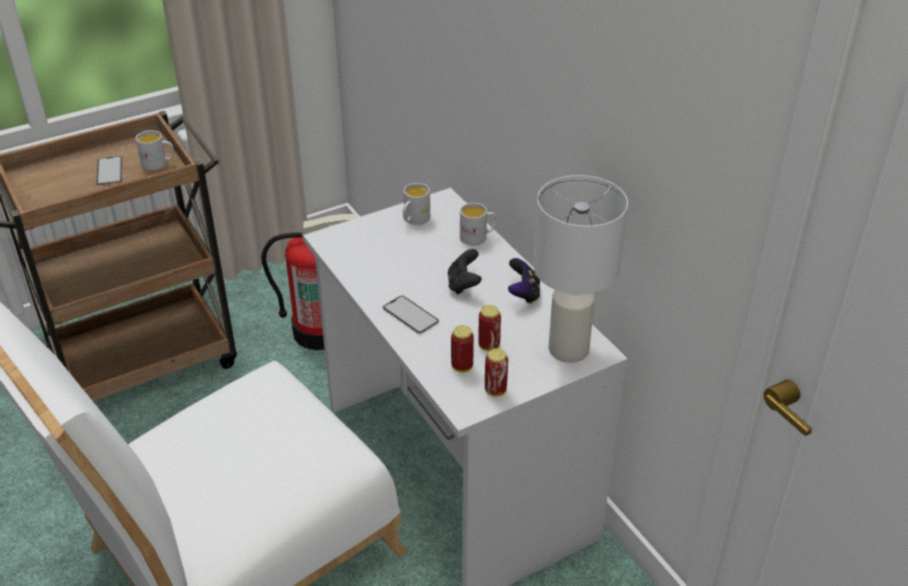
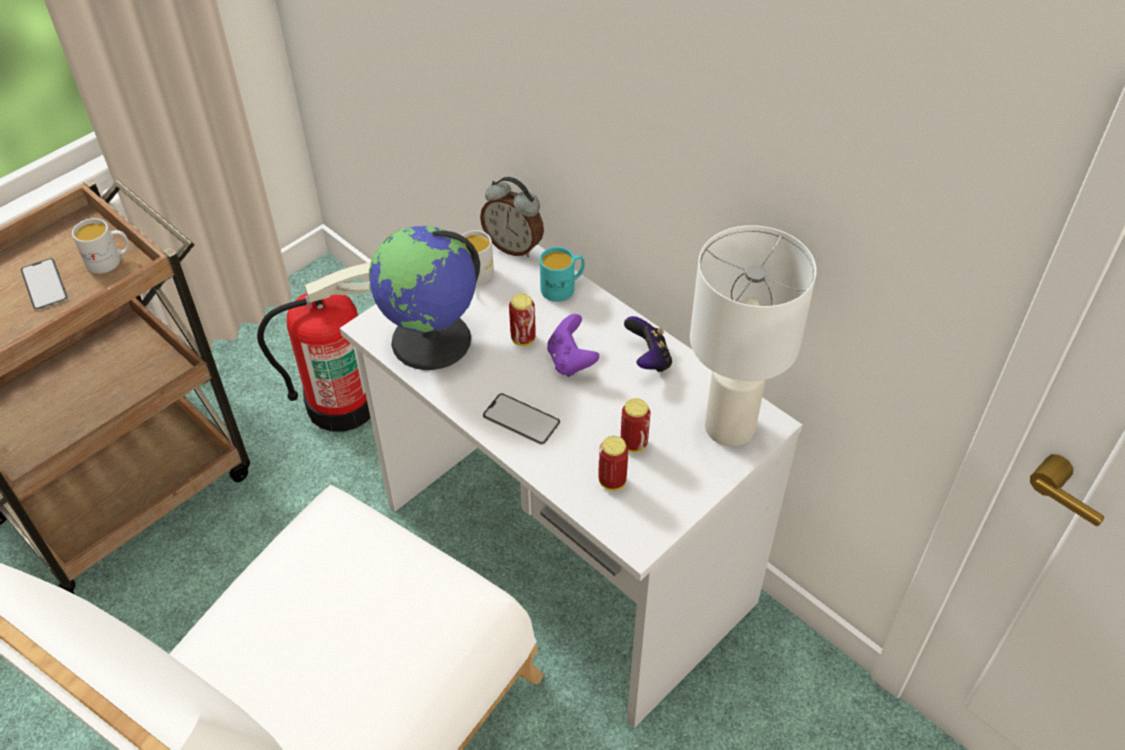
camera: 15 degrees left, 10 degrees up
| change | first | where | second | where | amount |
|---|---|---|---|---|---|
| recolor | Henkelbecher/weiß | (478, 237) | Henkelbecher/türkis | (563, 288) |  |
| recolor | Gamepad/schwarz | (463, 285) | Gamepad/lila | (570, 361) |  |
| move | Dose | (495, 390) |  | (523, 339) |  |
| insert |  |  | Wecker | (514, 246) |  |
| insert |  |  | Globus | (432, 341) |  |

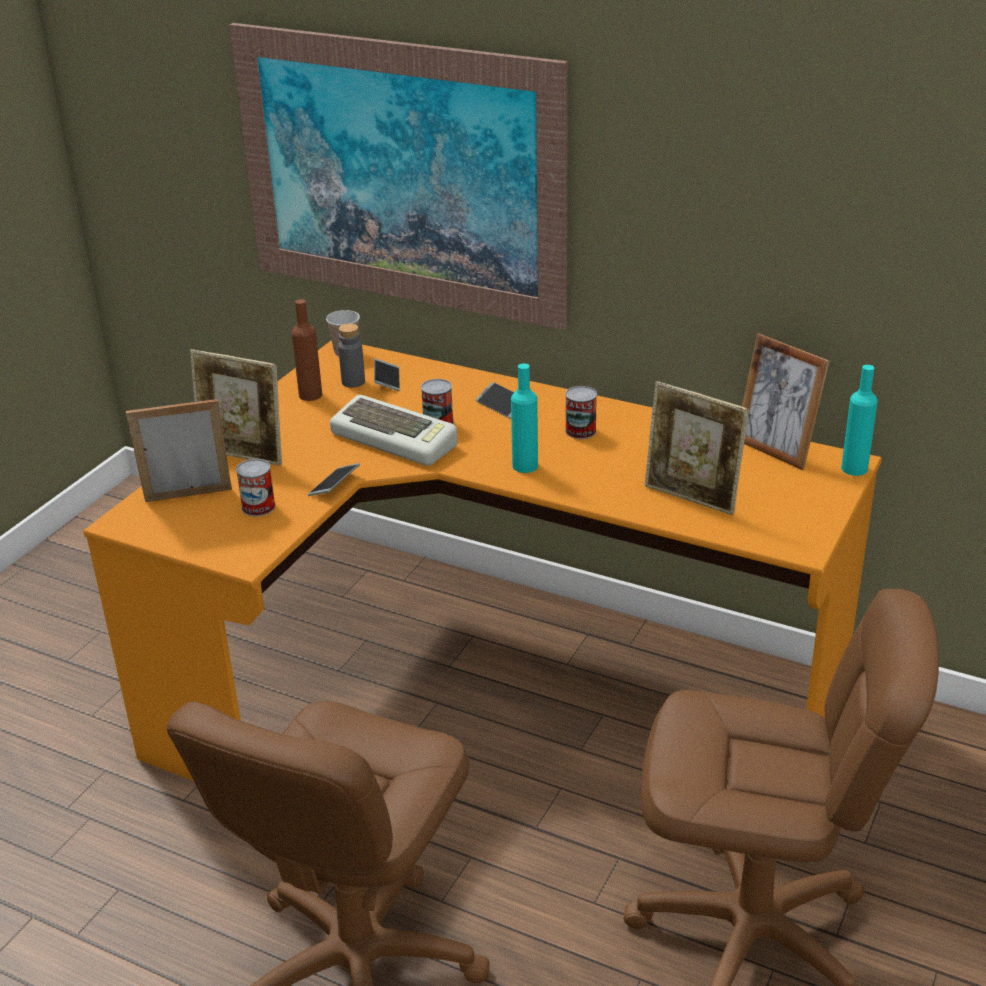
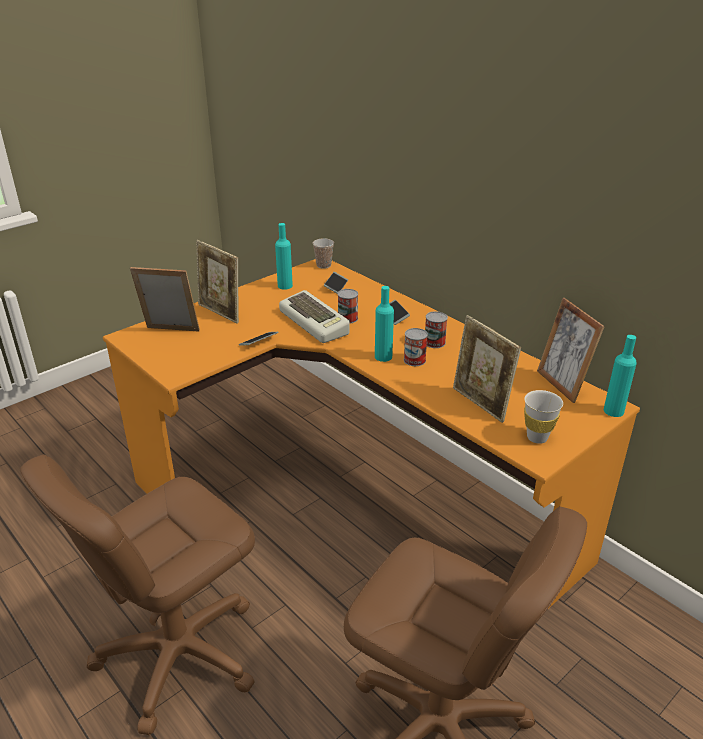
camera: 20 degrees right, 0 degrees up
| change | first | where | second | where | amount |
|---|---|---|---|---|---|
| delete | Bild | (400, 175) |  |  |  |
| recolor | Flasche/braun | (310, 395) | Flasche/türkis | (285, 286) |  |
| delete | Flasche/grau | (353, 382) |  |  |  |
| move | Dose | (258, 507) |  | (414, 360) |  |
| insert |  |  | Tasse/weiß | (537, 437) |  |

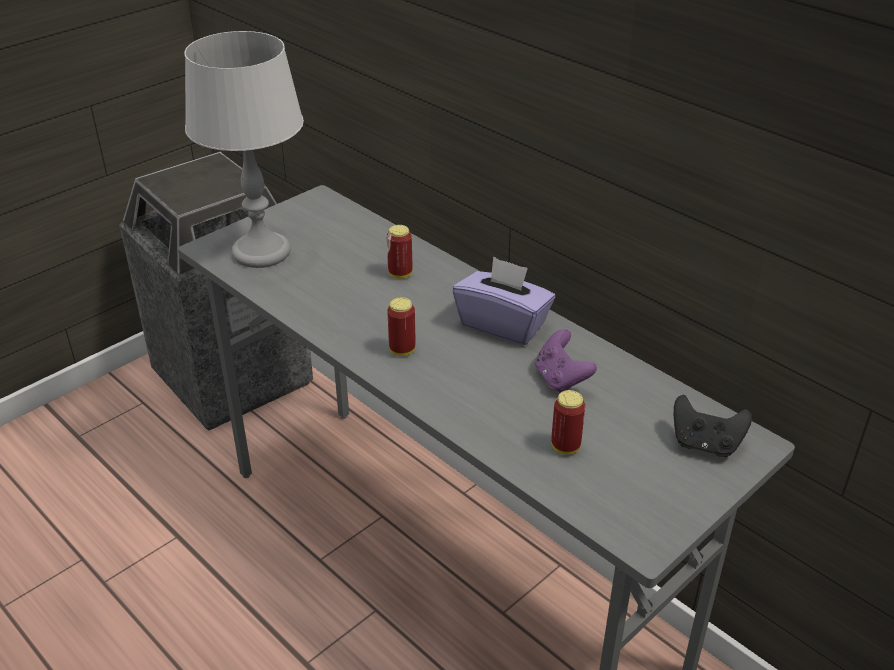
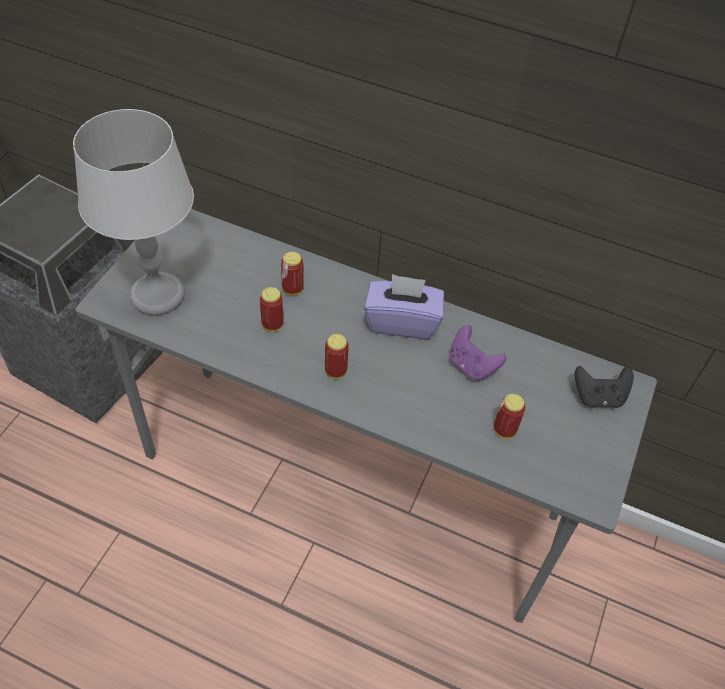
camera: 25 degrees left, 15 degrees up
| change | first | where | second | where | amount |
|---|---|---|---|---|---|
| insert |  |  | Dose | (272, 325) |  |

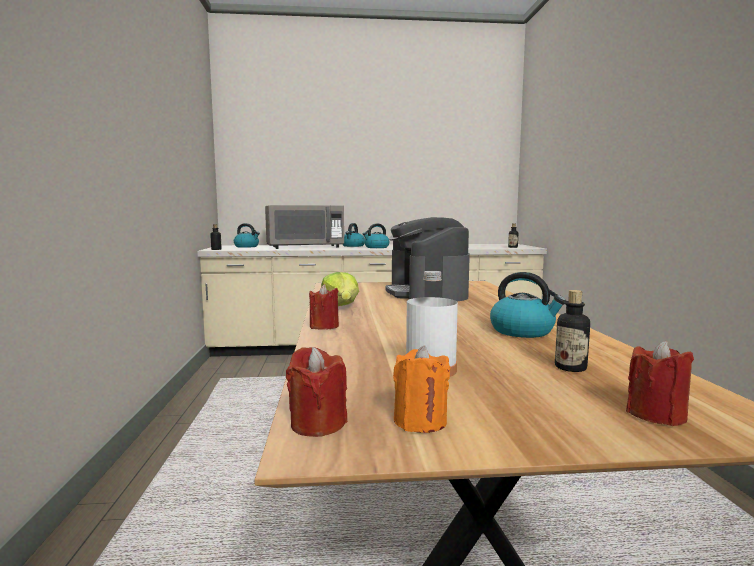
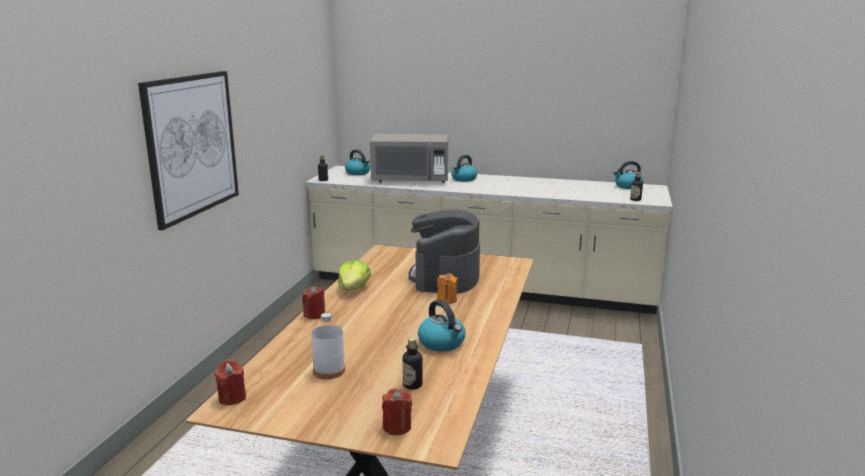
camera: 20 degrees right, 10 degrees up
| change | first | where | second | where | amount |
|---|---|---|---|---|---|
| move | Wasserkessel | (376, 247) |  | (628, 186) |  |
| move | Kerze/orange | (420, 421) |  | (447, 300) |  |
| insert |  |  | Bild | (192, 145) |  |

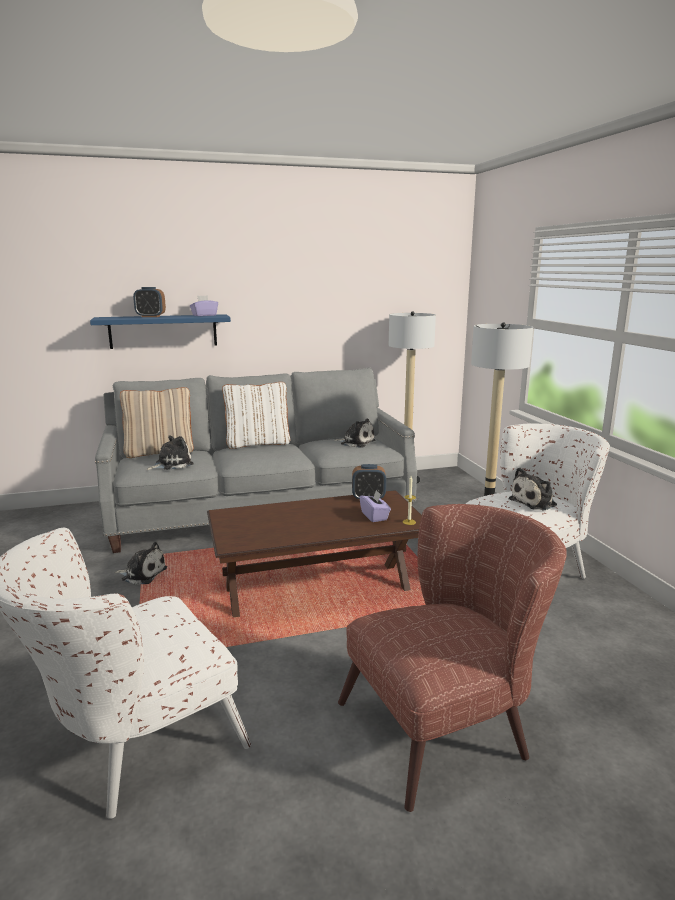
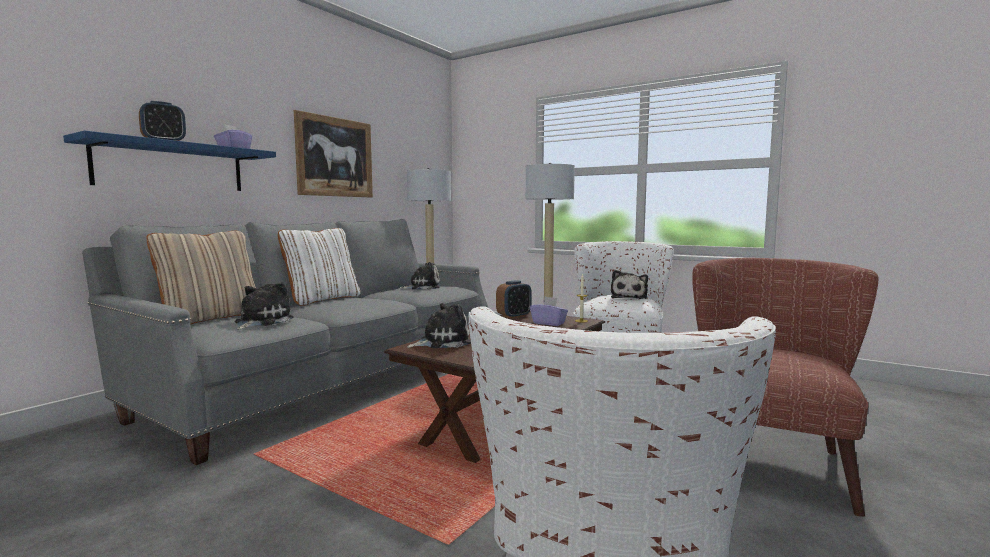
camera: 40 degrees left, 10 degrees down
| change | first | where | second | where | amount |
|---|---|---|---|---|---|
| move | Plüschtier | (142, 574) |  | (442, 342) |  |
| insert |  |  | Bild | (335, 157) |  |

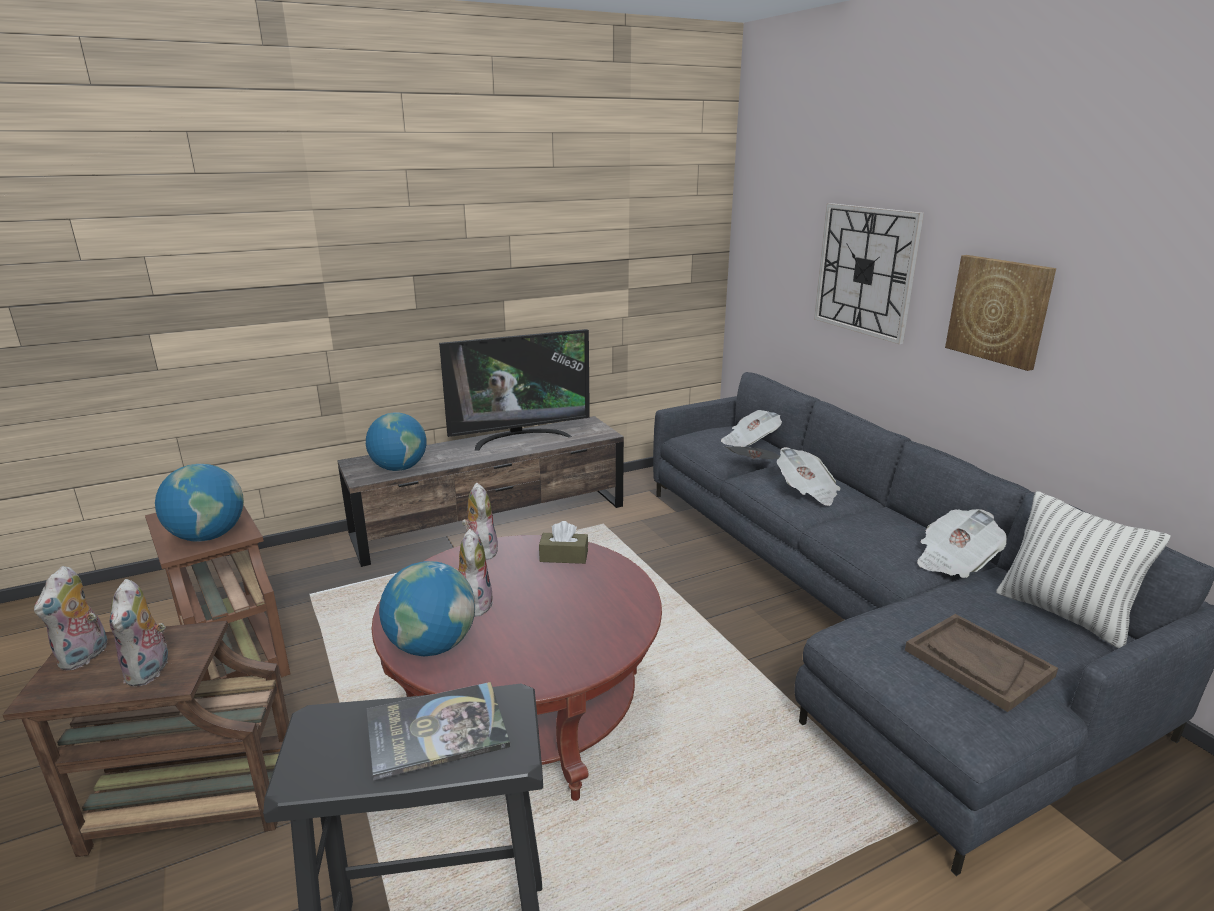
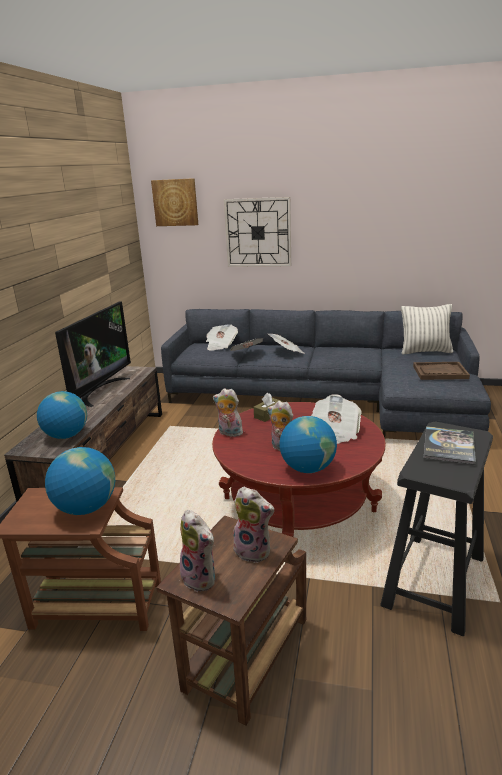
camera: 50 degrees left, 0 degrees up
| change | first | where | second | where | amount |
|---|---|---|---|---|---|
| move | Bild | (999, 310) |  | (175, 202) |  |
| move | Zeitung | (954, 561) |  | (335, 433) |  |

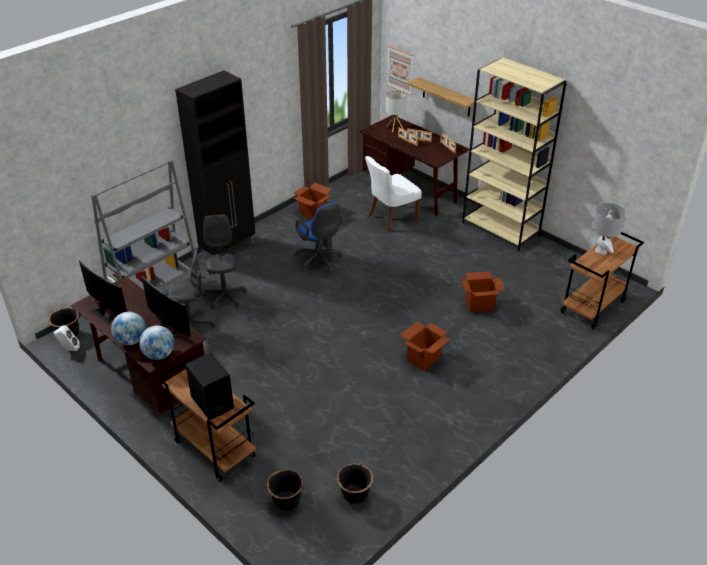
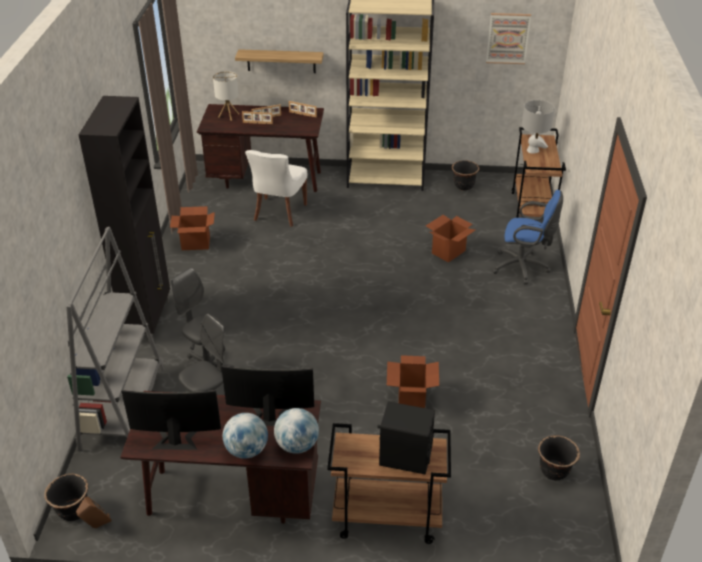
camera: 40 degrees left, 0 degrees up
| change | first | where | second | where | amount |
|---|---|---|---|---|---|
| move | Bild | (400, 70) |  | (508, 38) |  |
| move | Bürostuhl/blau | (319, 261) |  | (523, 267) |  |
| move | Karton | (423, 358) |  | (411, 399) |  |
| recolor | Lautsprecher/weiß | (69, 349) | Lautsprecher/braun | (96, 526) |  |
| move | Pflanzkübel/schwarz | (286, 502) |  | (463, 186) |  |

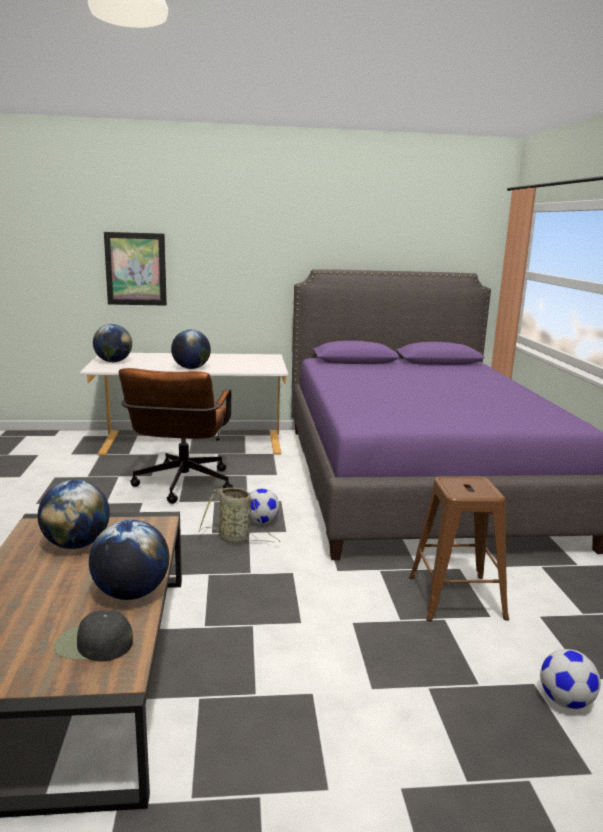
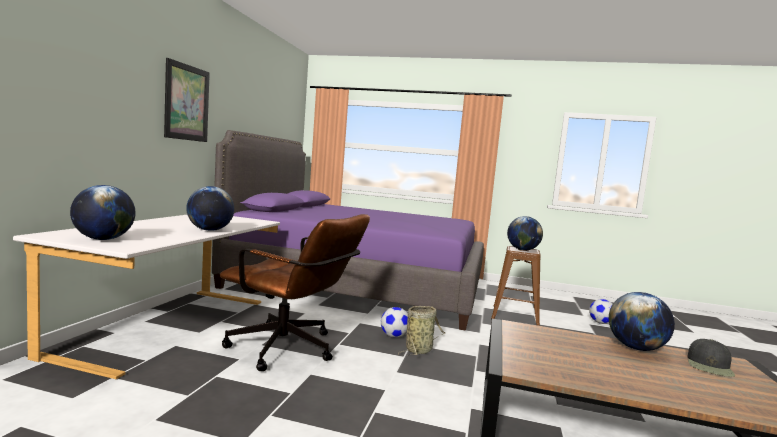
camera: 70 degrees left, 10 degrees down
| change | first | where | second | where | amount |
|---|---|---|---|---|---|
| move | Bild | (136, 269) |  | (187, 103) |  |
| move | Globus | (76, 544) |  | (522, 250) |  |

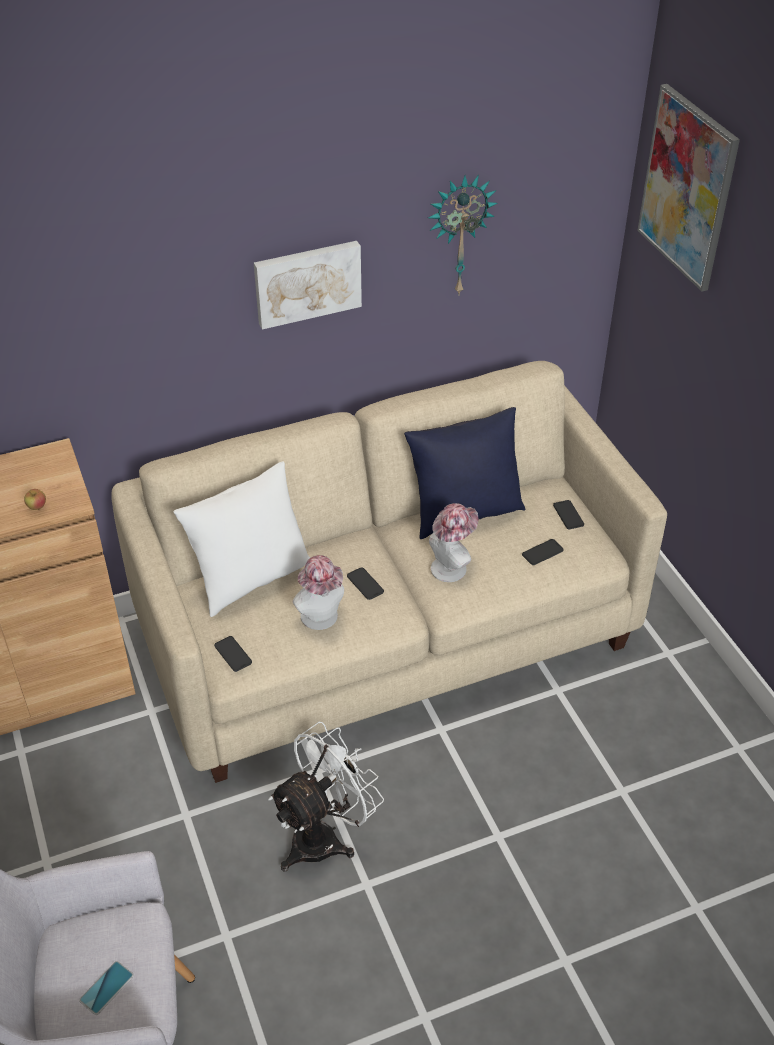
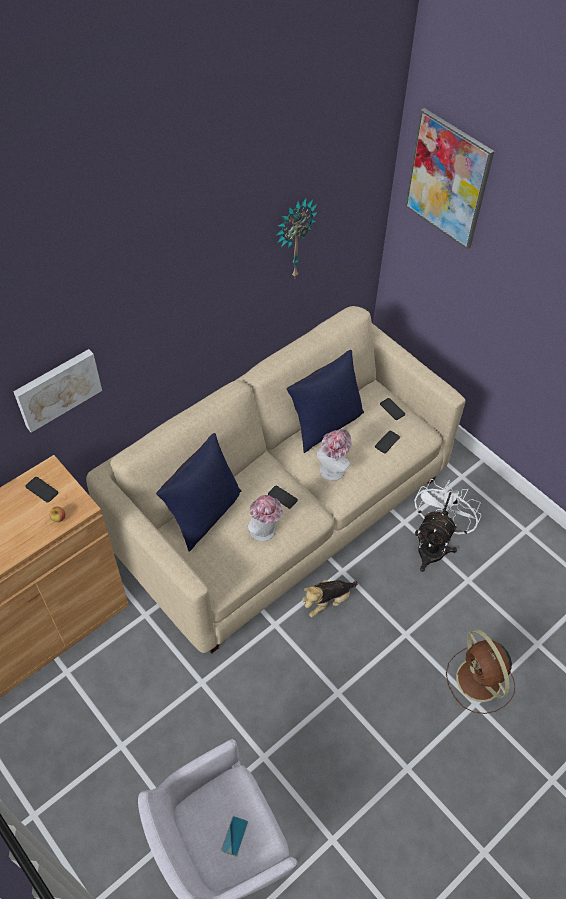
camera: 20 degrees left, 10 degrees up
| change | first | where | second | where | amount |
|---|---|---|---|---|---|
| move | Bild | (307, 282) |  | (57, 388) |  |
| recolor | Kissen/weiß | (251, 579) | Kissen/blau | (204, 515) |  |
| move | Handy | (233, 654) |  | (42, 489) |  |
| move | Ventilator/weiß | (324, 836) |  | (434, 545) |  |
| insert |  |  | Plüschtier | (327, 601) |  |
| insert |  |  | Ventilator/braun | (480, 681) |  |

